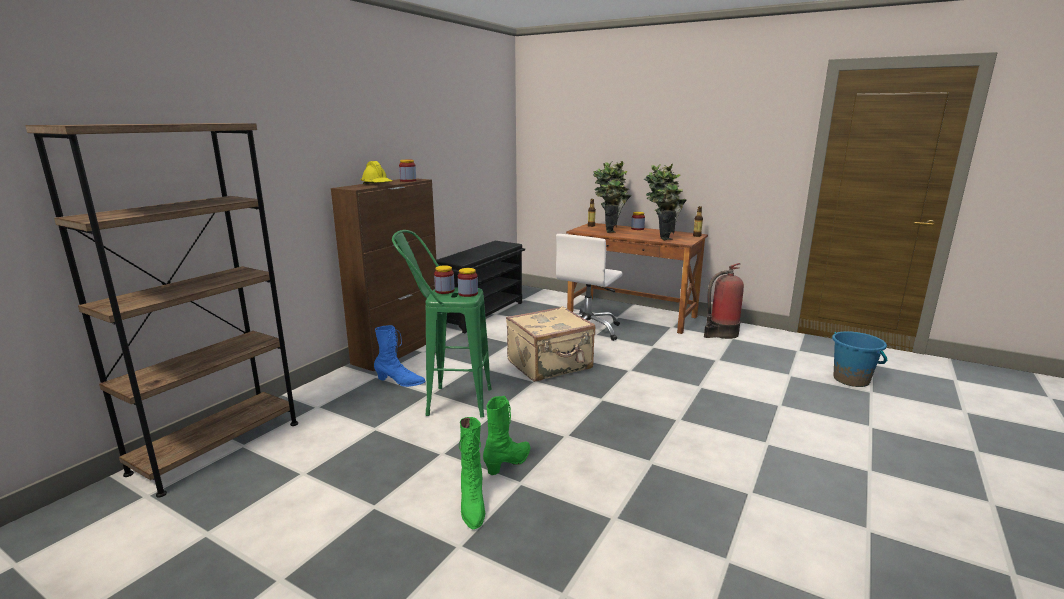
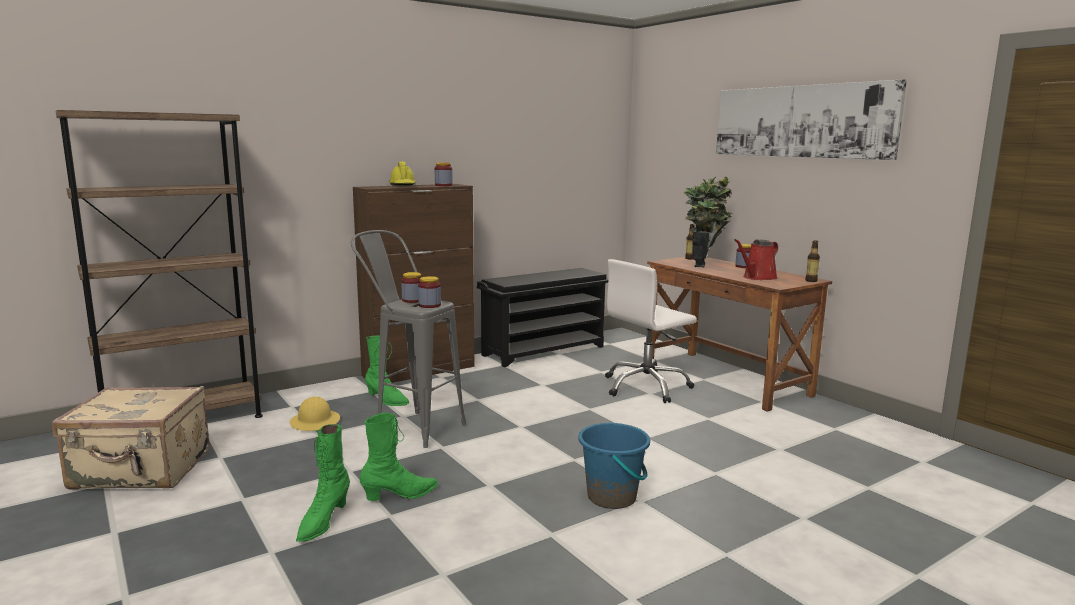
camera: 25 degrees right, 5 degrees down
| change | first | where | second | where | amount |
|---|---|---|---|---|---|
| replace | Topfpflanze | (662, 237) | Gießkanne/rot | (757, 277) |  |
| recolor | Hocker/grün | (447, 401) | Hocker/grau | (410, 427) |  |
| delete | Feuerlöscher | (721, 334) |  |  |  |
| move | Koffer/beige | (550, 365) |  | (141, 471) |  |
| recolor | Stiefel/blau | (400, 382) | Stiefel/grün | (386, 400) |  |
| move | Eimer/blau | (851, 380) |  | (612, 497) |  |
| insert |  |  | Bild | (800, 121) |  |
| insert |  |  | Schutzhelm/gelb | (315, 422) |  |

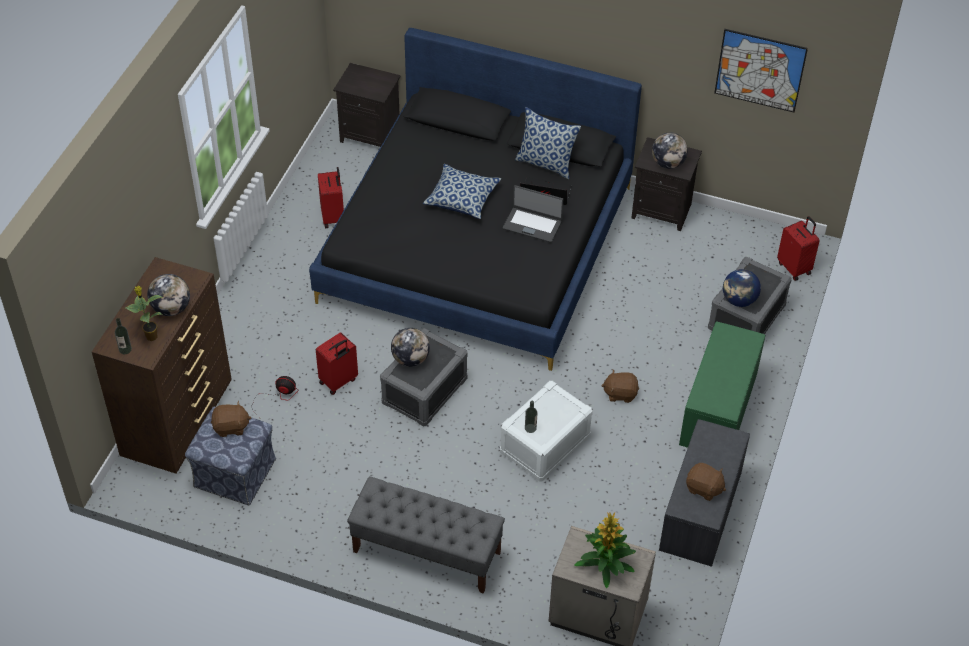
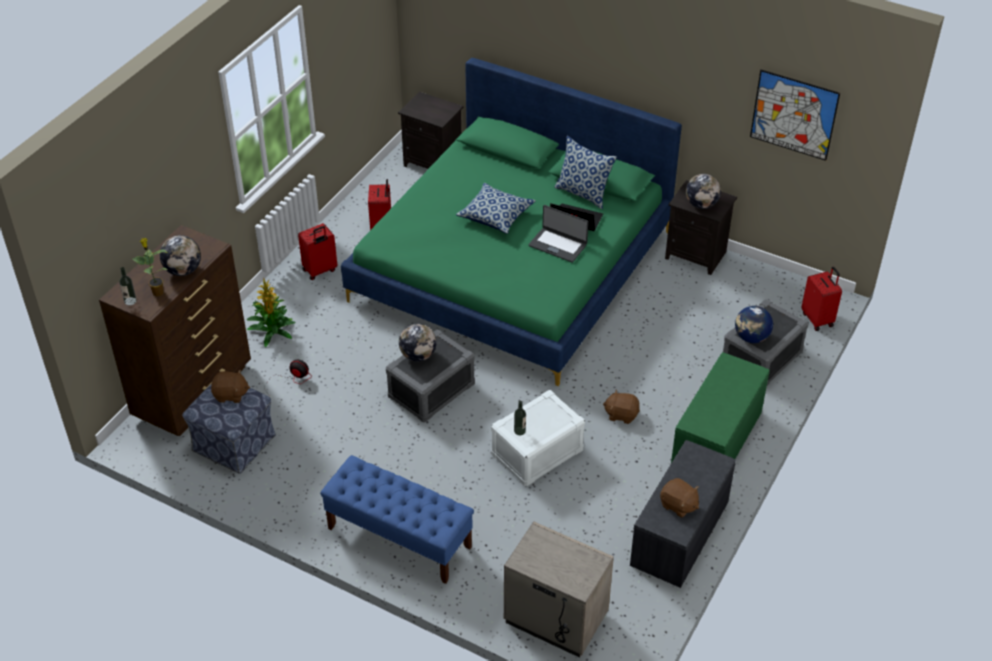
camera: 10 degrees right, 5 degrees down
| change | first | where | second | where | amount |
|---|---|---|---|---|---|
| recolor | Bett/schwarz | (477, 243) | Bett/grün | (512, 266) |  |
| move | Koffer/rot | (339, 381) |  | (320, 271) |  |
| recolor | Bank/grau | (426, 552) | Bank/blau | (399, 537) |  |
| move | Topfpflanze | (606, 563) |  | (273, 331) |  |

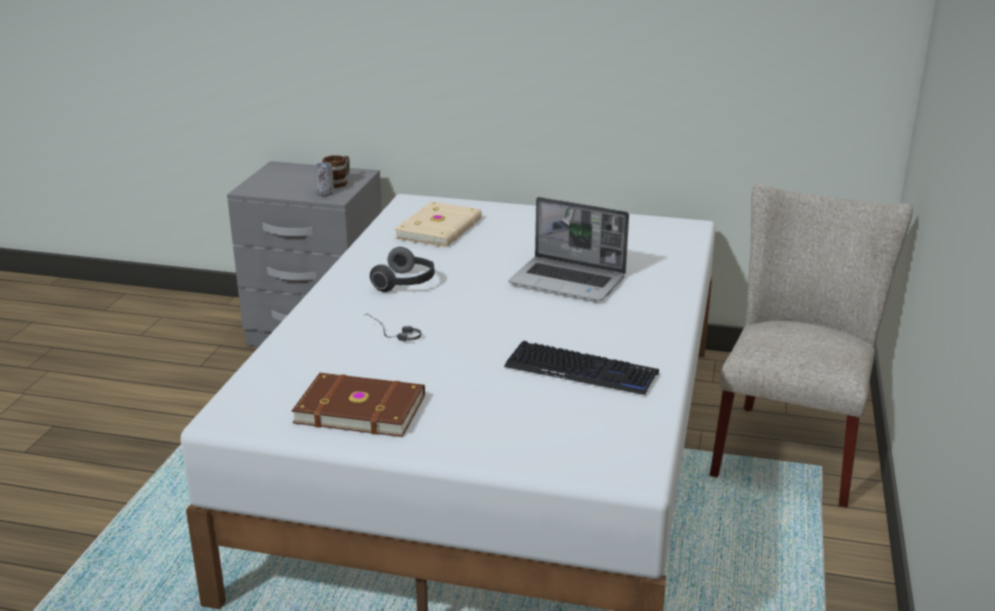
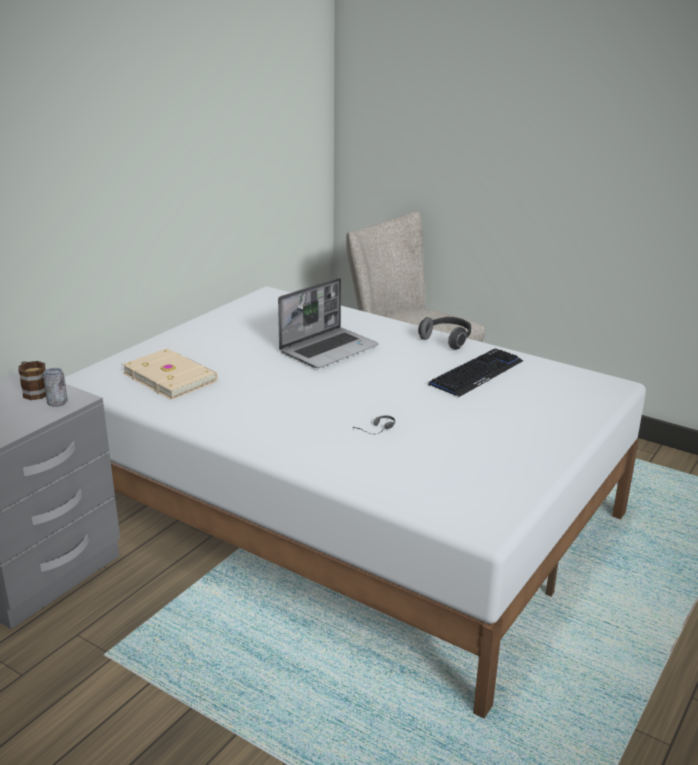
camera: 70 degrees left, 0 degrees up
| change | first | where | second | where | amount |
|---|---|---|---|---|---|
| move | Kopfhörer | (406, 283) |  | (447, 340) |  |
| delete | Buch/braun | (360, 408) |  |  |  |

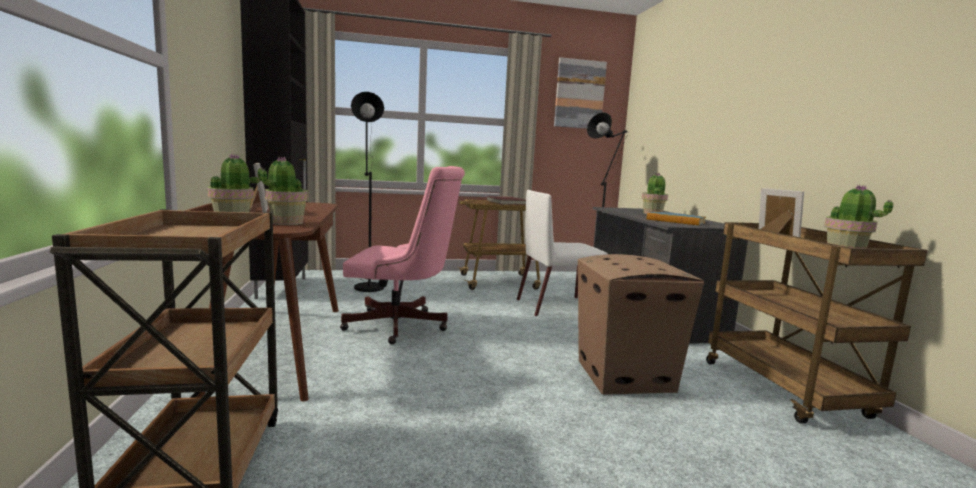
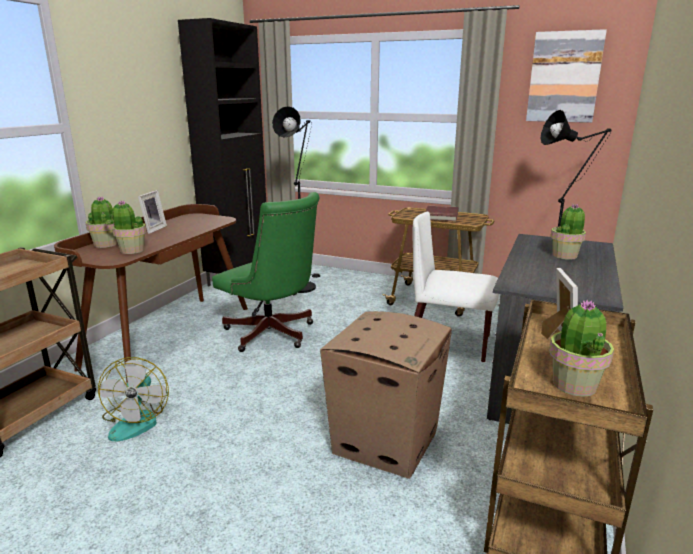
camera: 35 degrees right, 10 degrees up
| change | first | where | second | where | amount |
|---|---|---|---|---|---|
| recolor | Bürostuhl/rosa | (402, 326) | Bürostuhl/grün | (273, 335) |  |
| delete | Buch | (675, 221) |  |  |  |
| insert |  |  | Ventilator | (137, 420) |  |

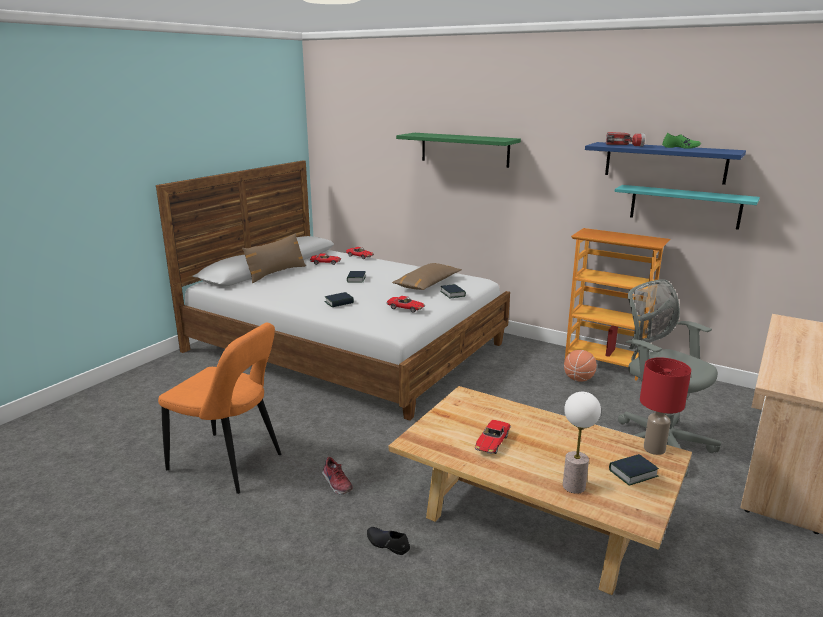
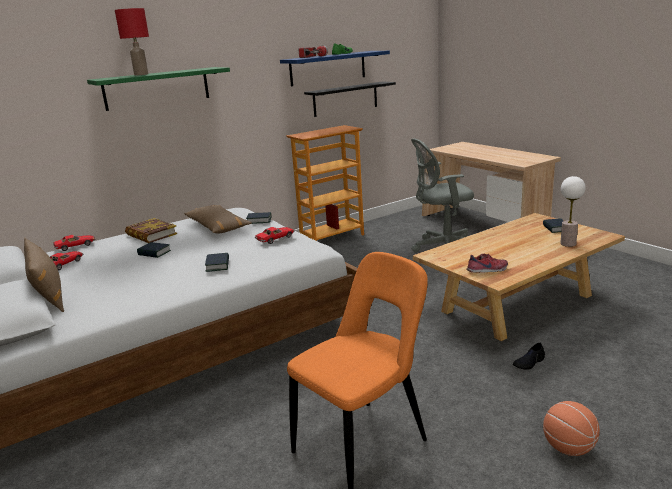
camera: 65 degrees left, 0 degrees up
| change | first | where | second | where | amount |
|---|---|---|---|---|---|
| recolor | Wandregal/türkis | (684, 206) | Wandregal/schwarz | (345, 99) |  |
| move | Basketball | (578, 379) |  | (568, 448) |  |
| move | Tischlampe/rot | (655, 449) |  | (141, 74) |  |
| delete | Spielzeugauto | (492, 443) |  |  |  |
| move | Schuh | (336, 483) |  | (487, 270) |  |
| insert |  |  | Buch | (151, 235) |  |

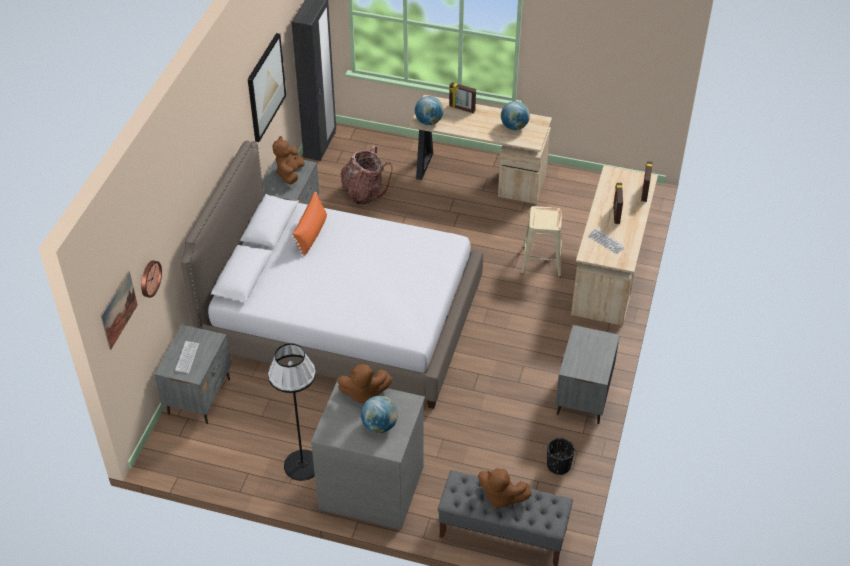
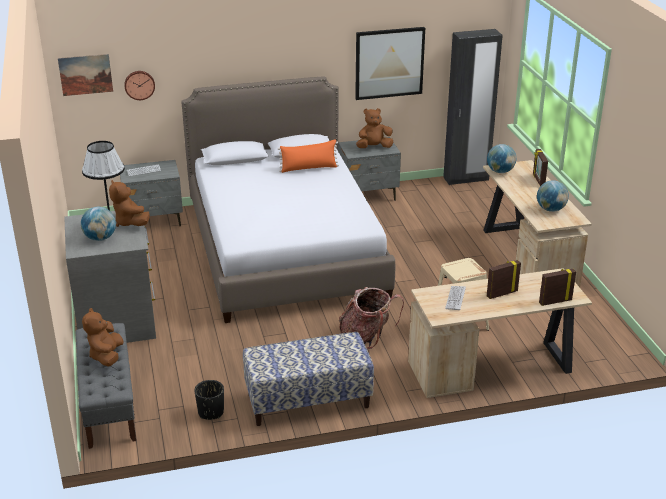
camera: 60 degrees right, 15 degrees down
| change | first | where | second | where | amount |
|---|---|---|---|---|---|
| move | Rucksack | (364, 192) |  | (367, 337) |  |
| replace | Nachttisch/grau | (583, 397) | Bank | (308, 401) |  |

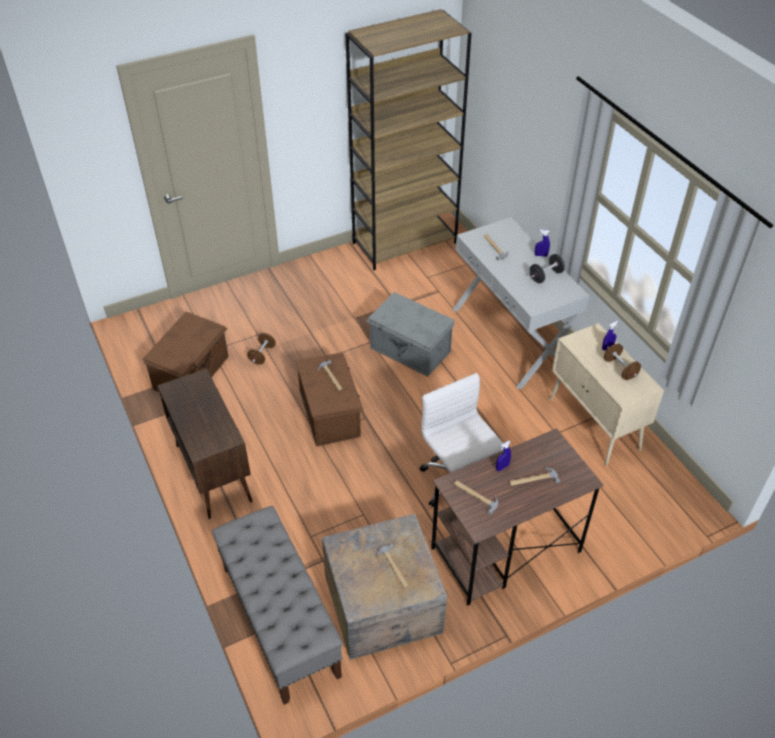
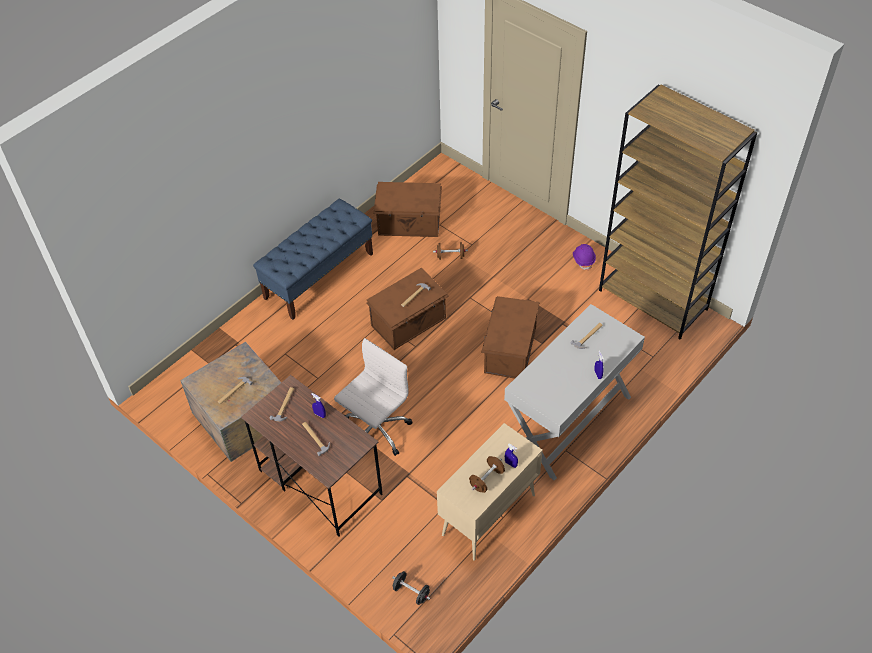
camera: 70 degrees right, 5 degrees up
| change | first | where | second | where | amount |
|---|---|---|---|---|---|
| move | Hantel/schwarz | (545, 276) |  | (411, 592) |  |
| recolor | Aufbewahrungsbox/grau | (410, 350) | Aufbewahrungsbox/braun | (509, 350) |  |
| replace | Schrank/braun | (213, 472) | Bank/blau | (319, 275) |  |
| delete | Bank/grau | (280, 620) |  |  |  |
| insert |  |  | Schutzhelm/lila | (583, 259) |  |

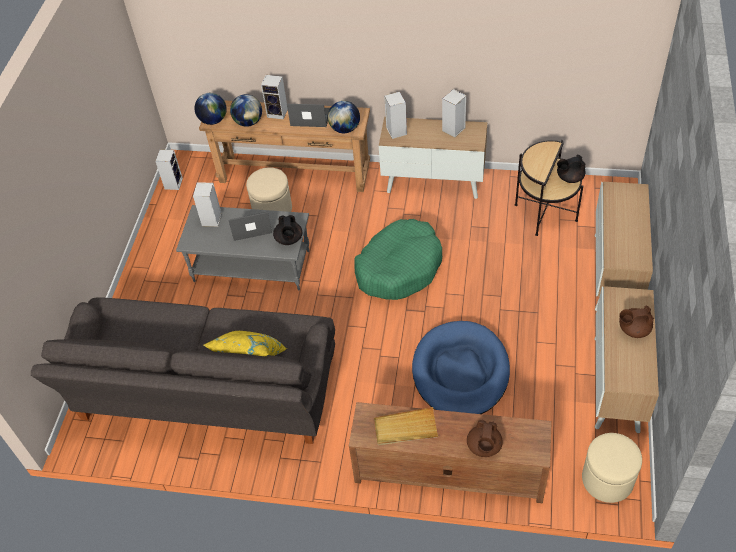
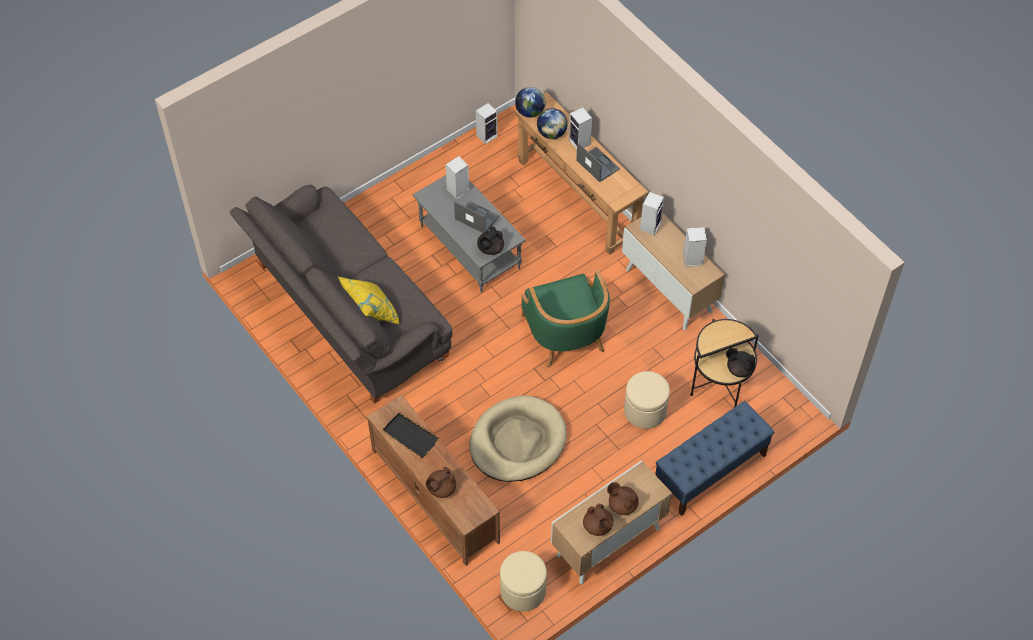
camera: 40 degrees right, 5 degrees up
| change | first | where | second | where | amount |
|---|---|---|---|---|---|
| delete | Globus | (345, 129) |  |  |  |
| move | Polsterhocker/beige | (272, 209) |  | (645, 411) |  |
| replace | Schrank | (615, 273) | Bank/blau | (710, 471) |  |
| replace | Hundebett/grün | (399, 267) | Sessel/grün | (565, 334) |  |
| recolor | Hundebett/blau | (460, 372) | Hundebett/beige | (517, 442) |  |
| recolor | Tablett/beige | (405, 428) | Tablett/schwarz | (410, 436) |  |
| insert |  |  | Teekanne/braun | (598, 526) |  |

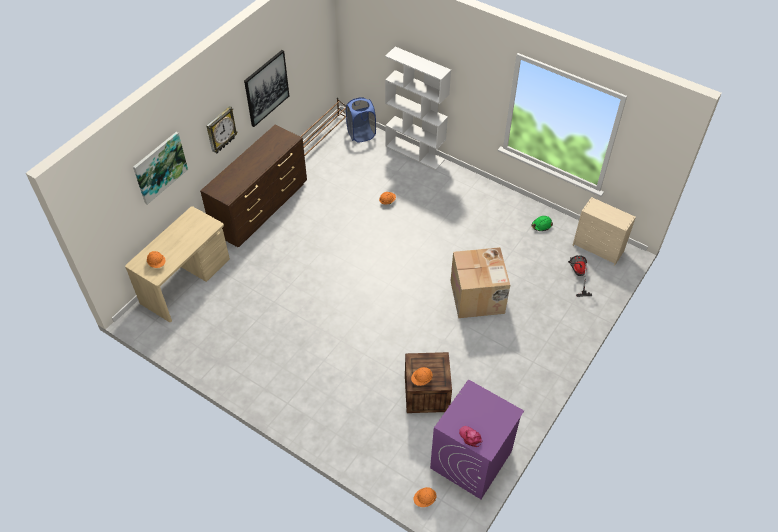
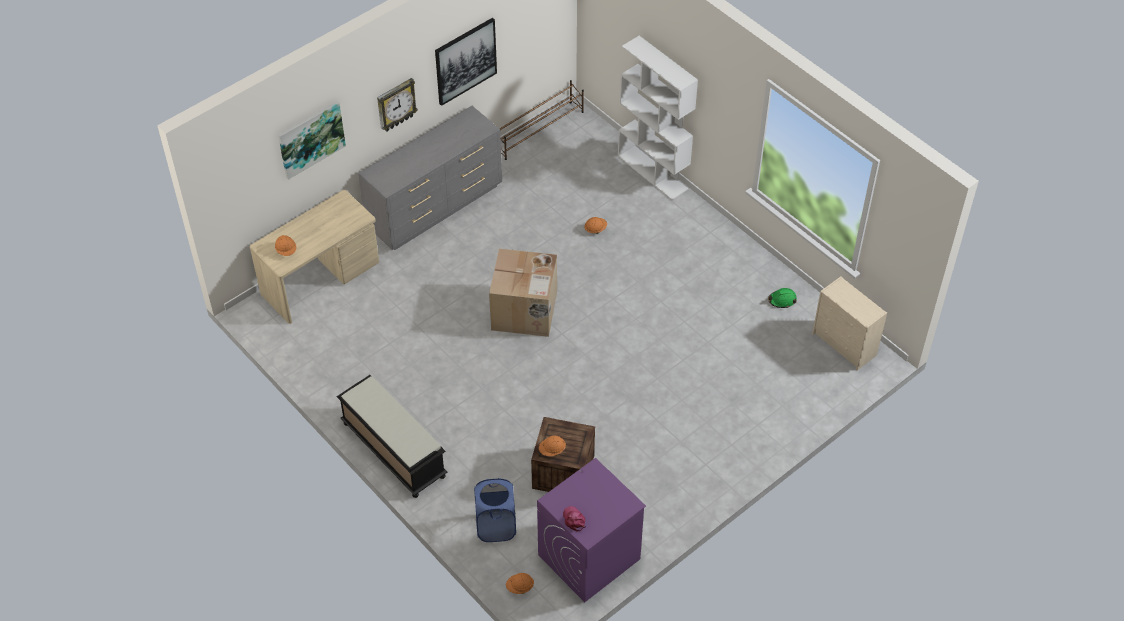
camera: 15 degrees right, 0 degrees up
| change | first | where | second | where | amount |
|---|---|---|---|---|---|
| move | Wäschekorb/blau | (361, 134) |  | (496, 527) |  |
| recolor | Kommode/braun | (261, 208) | Kommode/grau | (436, 207) |  |
| move | Karton | (478, 297) |  | (525, 311) |  |
| delete | Staubsauger | (577, 275) |  |  |  |
| insert |  |  | Bank/schwarz | (392, 450) |  |

